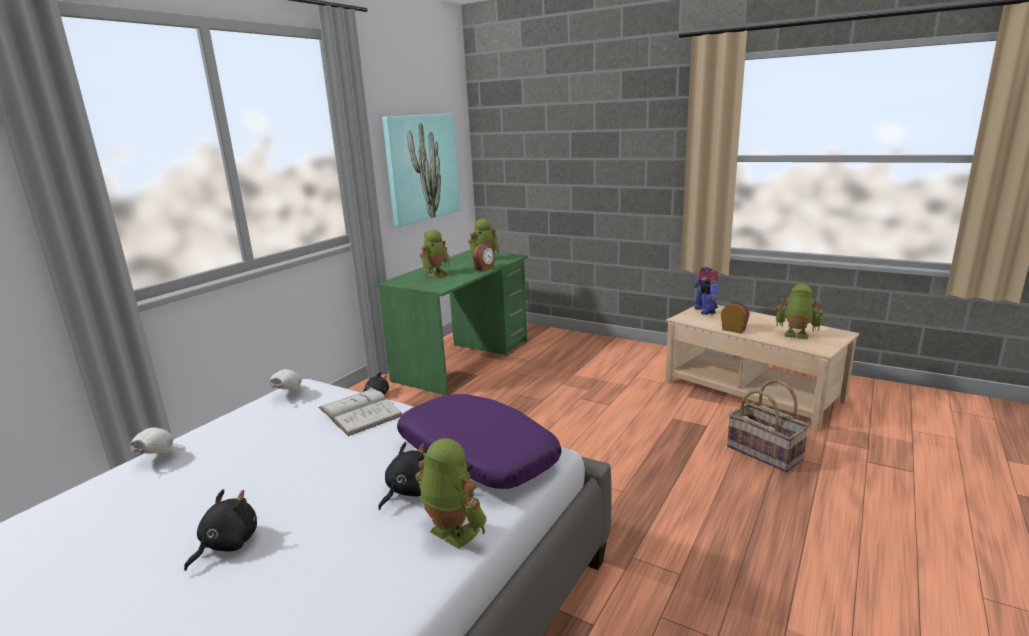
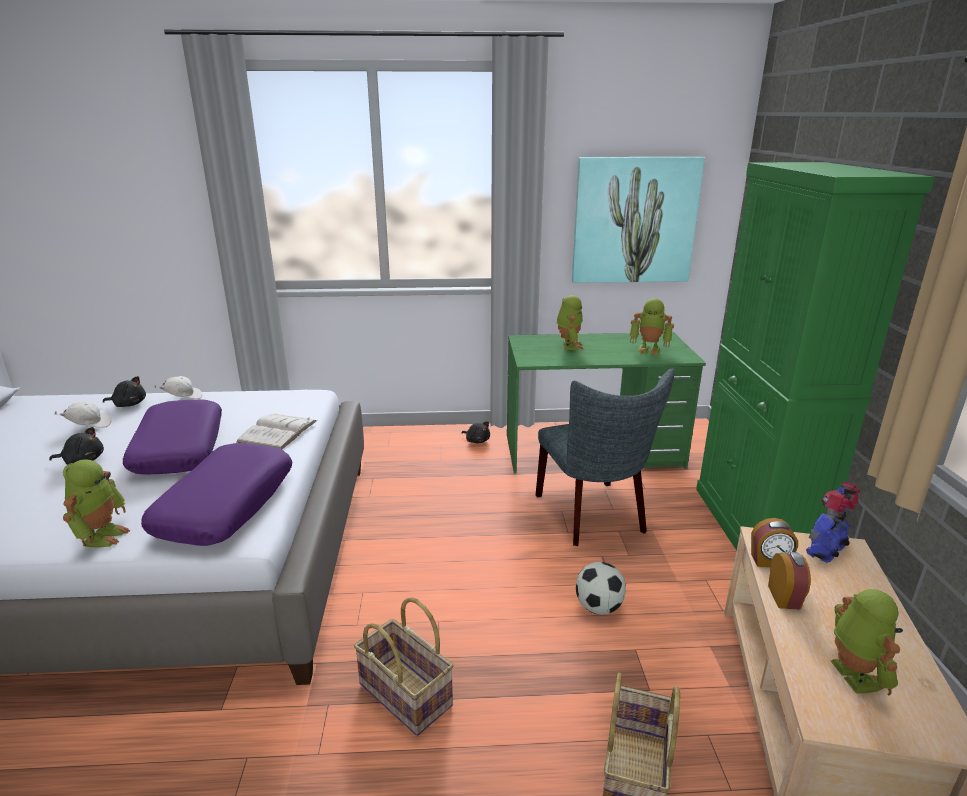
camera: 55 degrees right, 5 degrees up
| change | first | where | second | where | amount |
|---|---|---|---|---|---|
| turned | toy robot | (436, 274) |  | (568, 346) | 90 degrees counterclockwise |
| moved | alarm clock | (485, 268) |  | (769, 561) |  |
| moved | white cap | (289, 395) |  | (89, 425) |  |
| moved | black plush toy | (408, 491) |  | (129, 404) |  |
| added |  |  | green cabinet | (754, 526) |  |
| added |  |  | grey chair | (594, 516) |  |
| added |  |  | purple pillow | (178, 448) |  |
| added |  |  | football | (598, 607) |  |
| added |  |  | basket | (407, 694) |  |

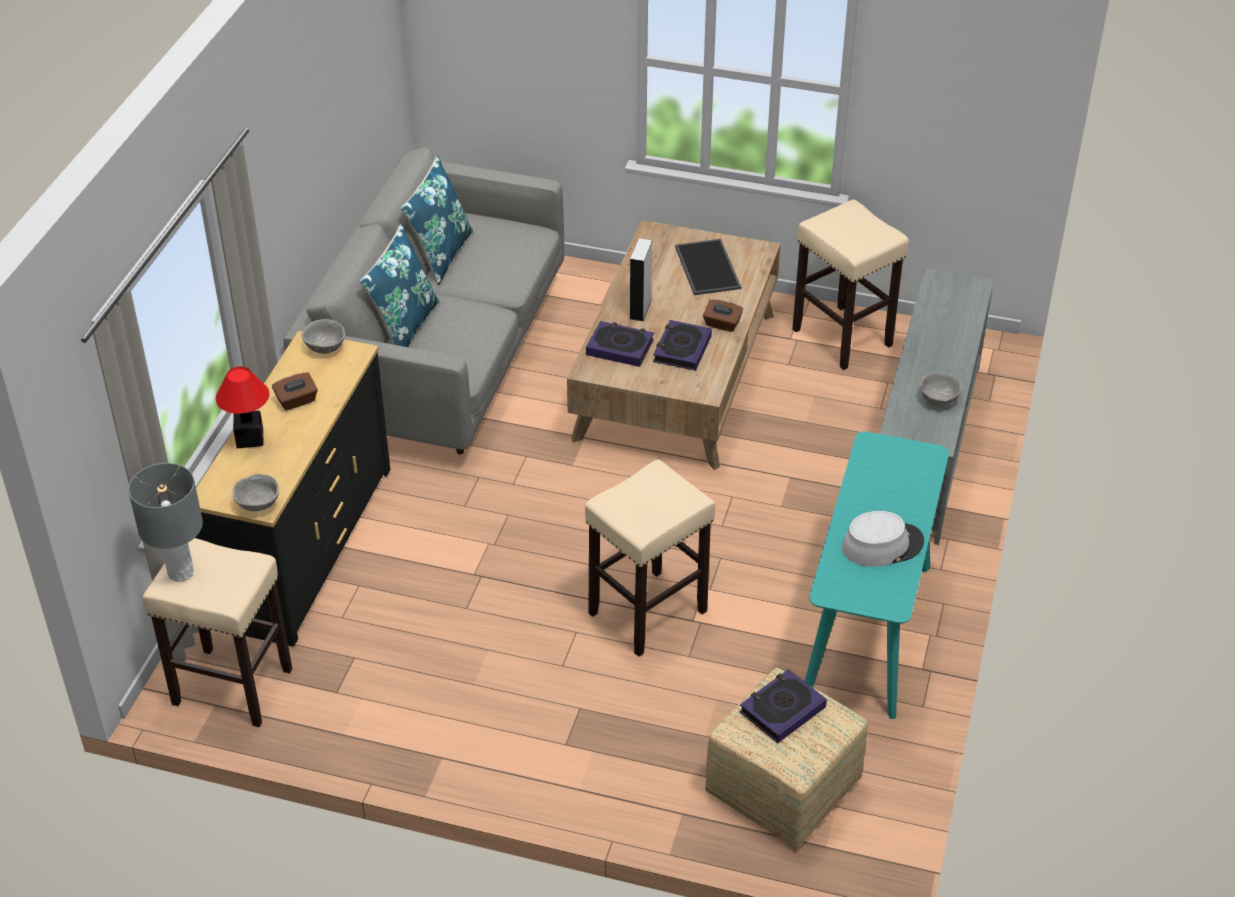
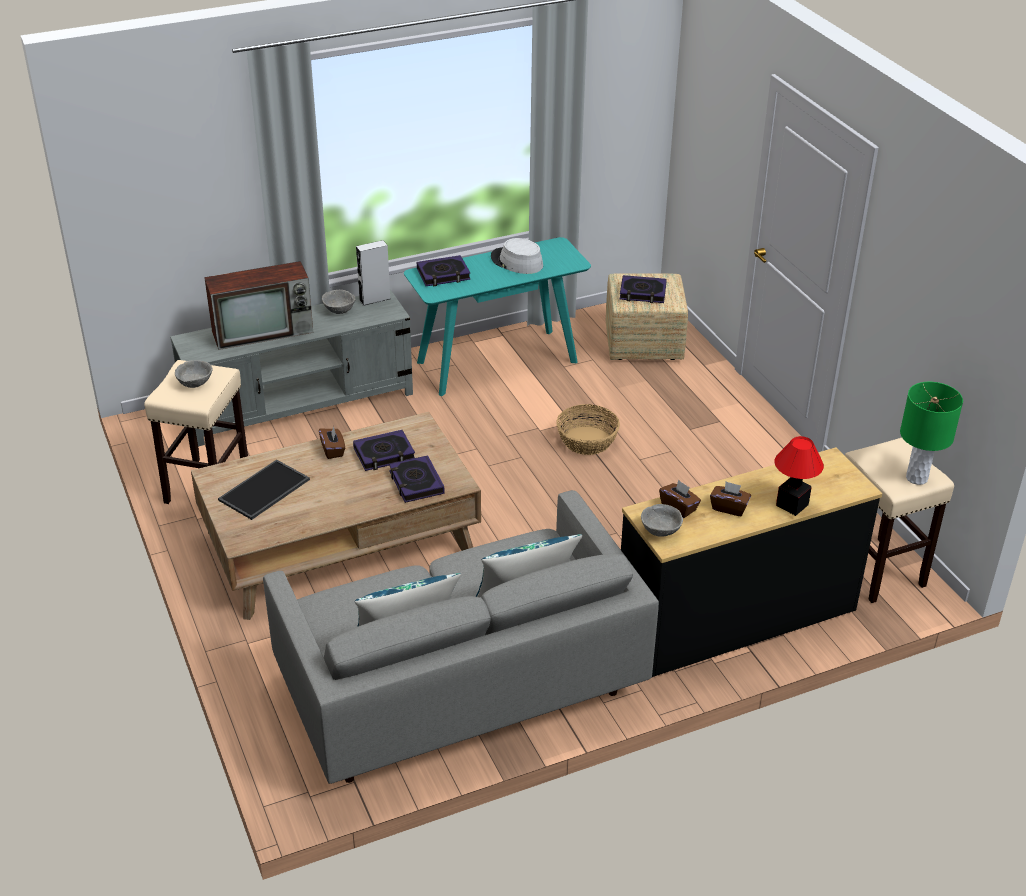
camera: 130 degrees left, 5 degrees down
| change | first | where | second | where | amount |
|---|---|---|---|---|---|
| moved | grey speaker | (640, 309) |  | (374, 299) |  |
| replaced | beige stool | (648, 611) | basket | (586, 441) |  |
| recoloured | grey table lamp | (180, 572) | green table lamp | (917, 478) |  |
| moved | grey bowl | (257, 505) |  | (195, 383) |  |
| added |  |  | book | (443, 275) |  |
| added |  |  | television | (264, 331) |  |
| added |  |  | brown tissue box | (679, 507) |  |

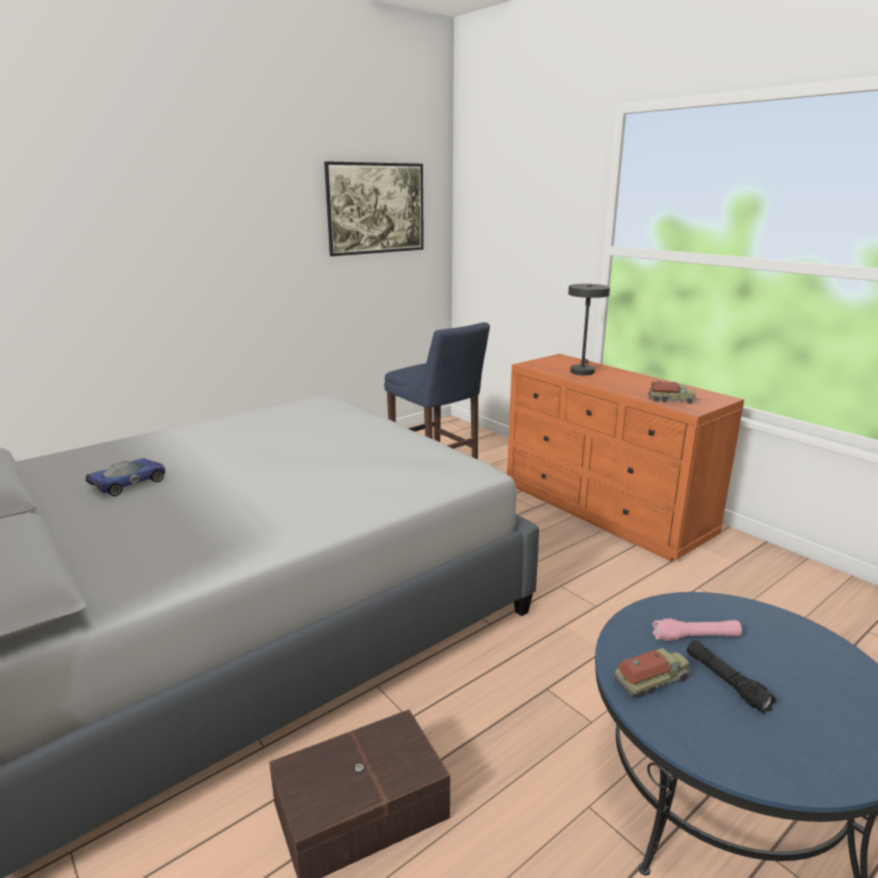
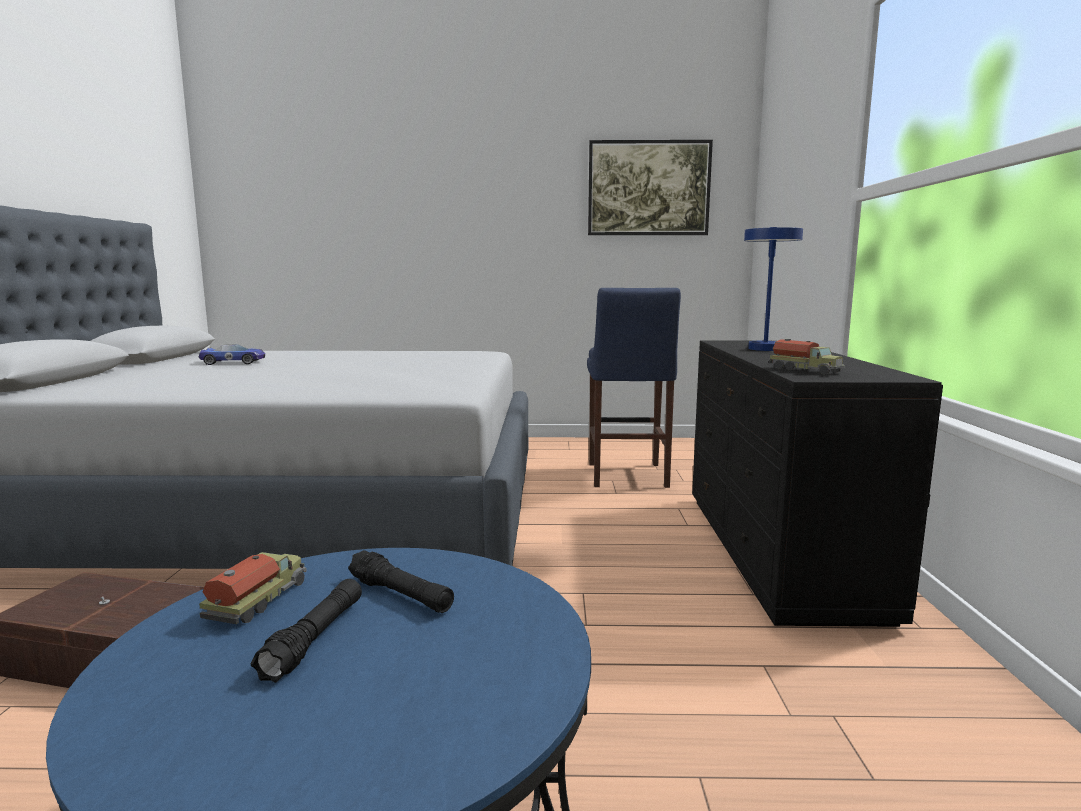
camera: 40 degrees right, 10 degrees down
| change | first | where | second | where | amount |
|---|---|---|---|---|---|
| recoloured | grey table lamp | (582, 370) | blue table lamp | (769, 348) |  |
| recoloured | orange dresser | (605, 510) | black dresser | (777, 552) |  |
| recoloured | pink flashlight | (695, 637) | black flashlight | (401, 595) |  |
| turned | toy truck | (652, 681) |  | (259, 601) | 90 degrees counterclockwise |

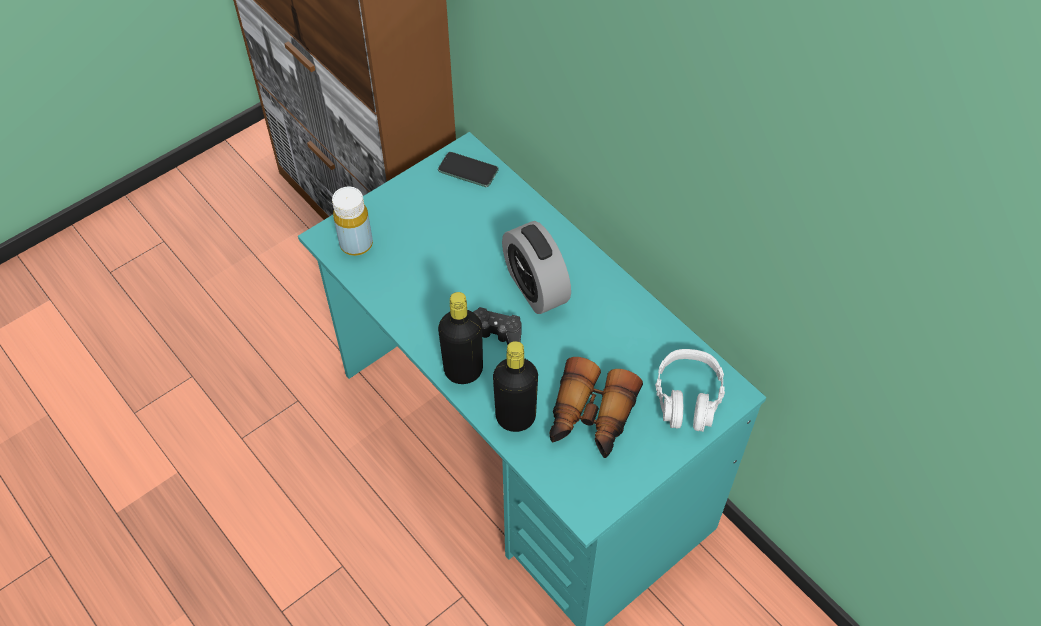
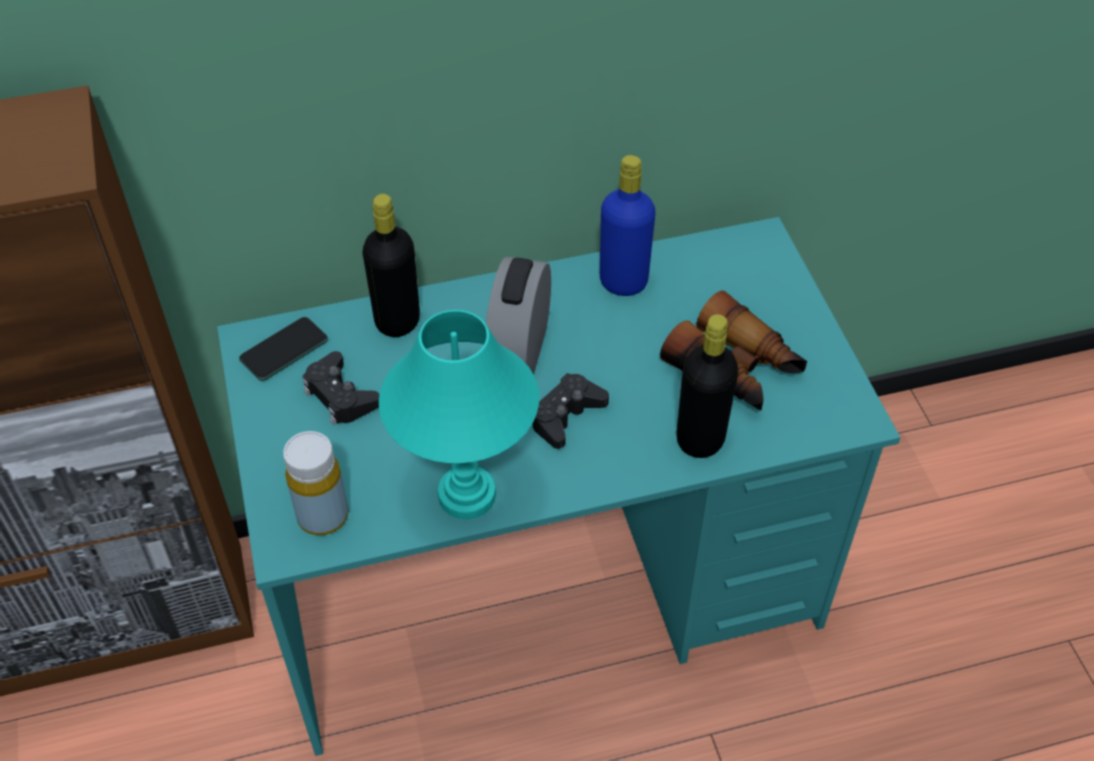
camera: 65 degrees left, 5 degrees down
| change | first | where | second | where | amount |
|---|---|---|---|---|---|
| turned | alarm clock | (535, 287) |  | (519, 351) | 105 degrees clockwise |
| moved | black bottle | (463, 371) |  | (397, 321) |  |
| removed | grey headphones | (687, 398) |  |  |  |
| added |  |  | blue bottle | (623, 282) |  |
| added |  |  | turquoise table lamp | (465, 495) |  |
| added |  |  | black game controller | (340, 396) |  |

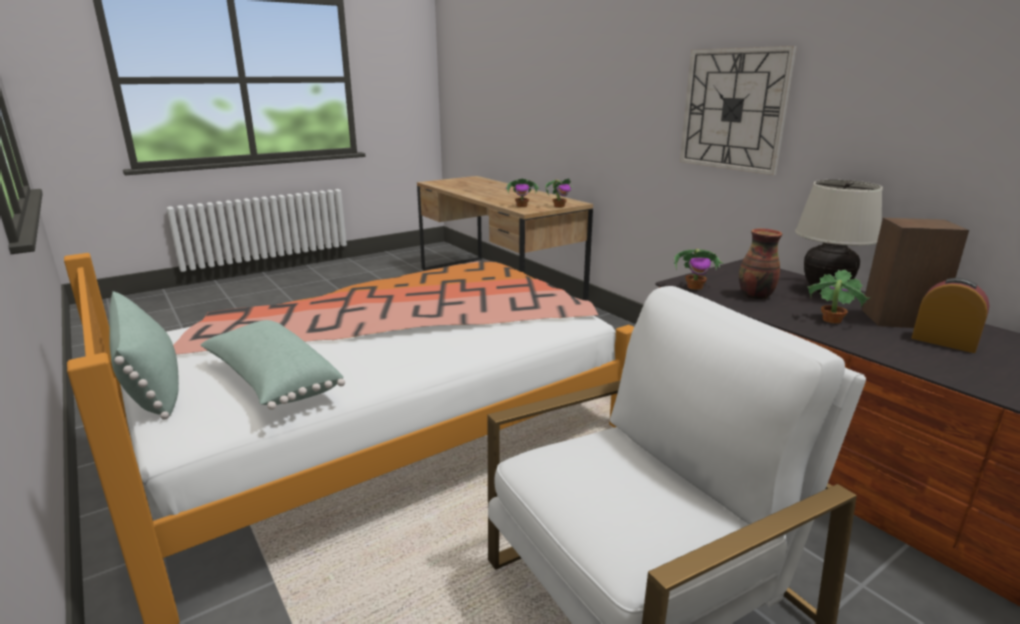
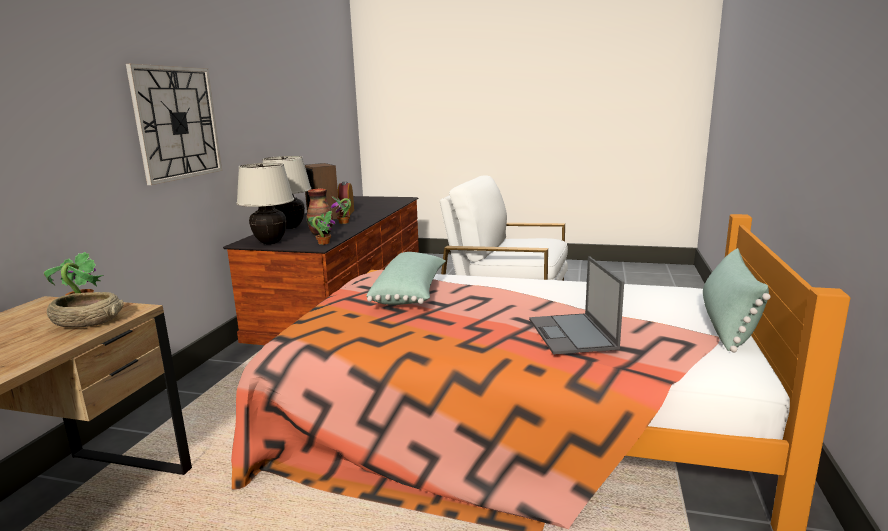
camera: 130 degrees left, 5 degrees down
| change | first | where | second | where | amount |
|---|---|---|---|---|---|
| replaced | potted plant | (522, 206) | beige bowl | (88, 322) |  |
| moved | green pillow | (272, 382) |  | (411, 293) |  |
| added |  |  | beige table lamp | (270, 242) |  |
| added |  |  | laptop | (572, 334) |  |

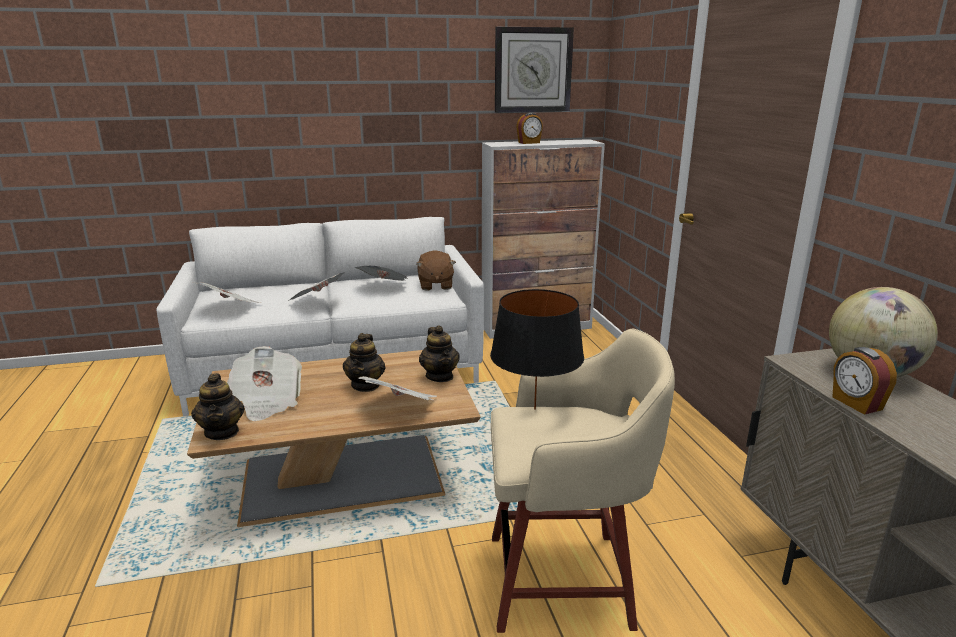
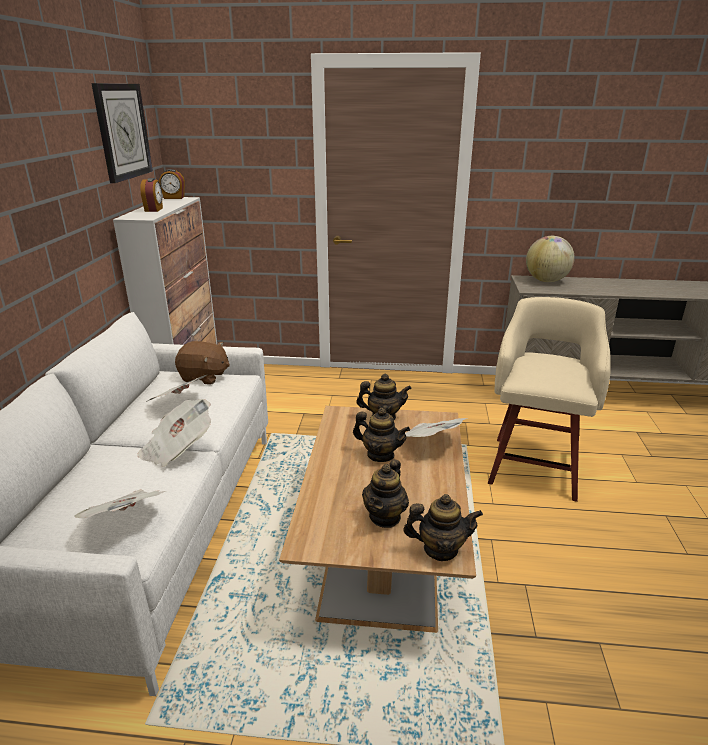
camera: 70 degrees left, 5 degrees up
| change | first | where | second | where | amount |
|---|---|---|---|---|---|
| removed | black table lamp | (535, 409) |  |  |  |
| replaced | newspaper | (267, 401) | teapot | (385, 516) |  |
| moved | alarm clock | (856, 403) |  | (174, 198) |  |

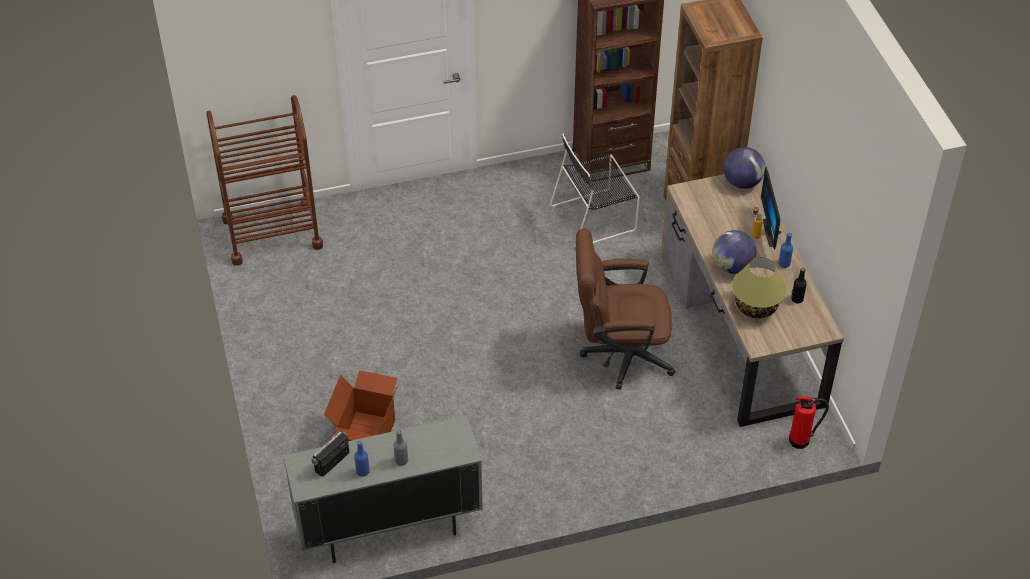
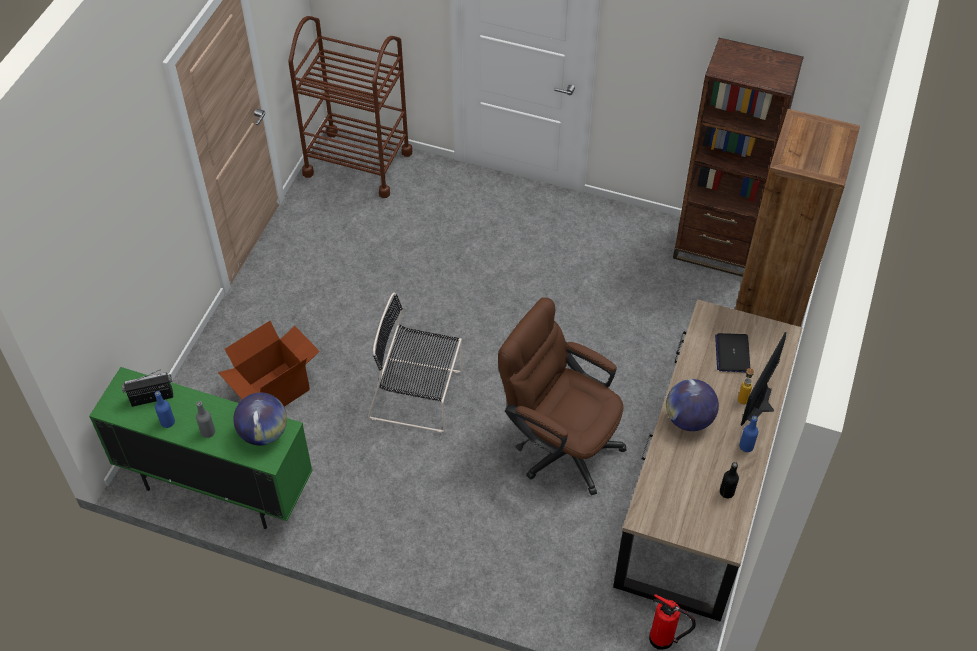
camera: 35 degrees right, 5 degrees up
| change | first | where | second | where | amount |
|---|---|---|---|---|---|
| moved | black chair | (595, 217) |  | (419, 395) |  |
| moved | globe | (742, 182) |  | (264, 433) |  |
| removed | table lamp | (755, 306) |  |  |  |
| recoloured | grey cabinet | (388, 528) | green cabinet | (217, 487) |  |
| added |  |  | laptop | (732, 353) |  |

